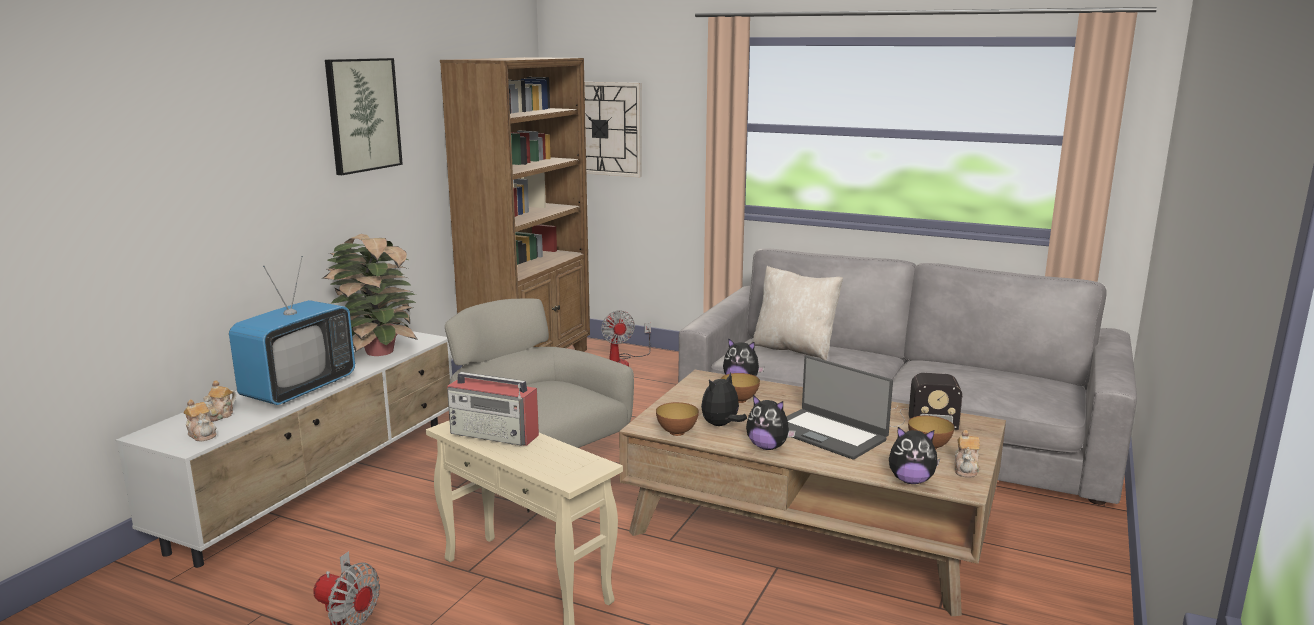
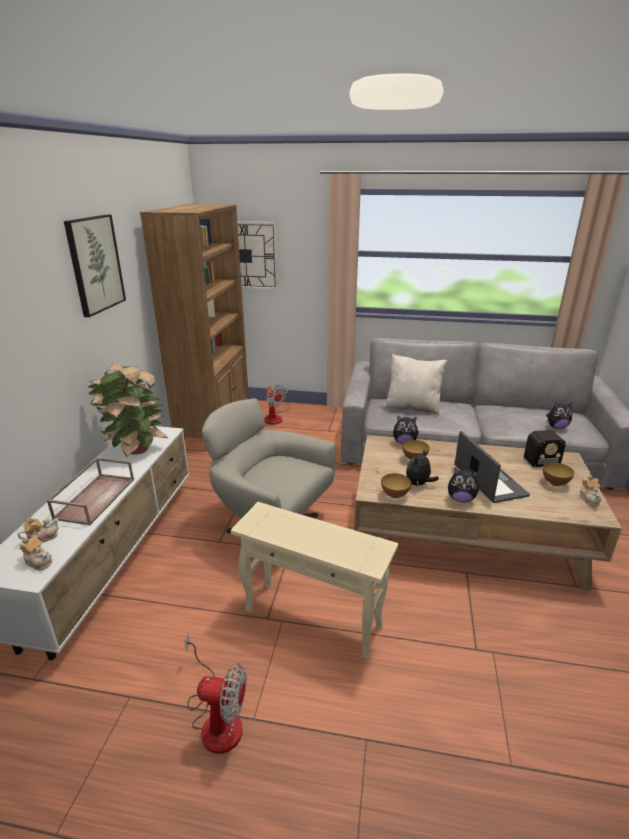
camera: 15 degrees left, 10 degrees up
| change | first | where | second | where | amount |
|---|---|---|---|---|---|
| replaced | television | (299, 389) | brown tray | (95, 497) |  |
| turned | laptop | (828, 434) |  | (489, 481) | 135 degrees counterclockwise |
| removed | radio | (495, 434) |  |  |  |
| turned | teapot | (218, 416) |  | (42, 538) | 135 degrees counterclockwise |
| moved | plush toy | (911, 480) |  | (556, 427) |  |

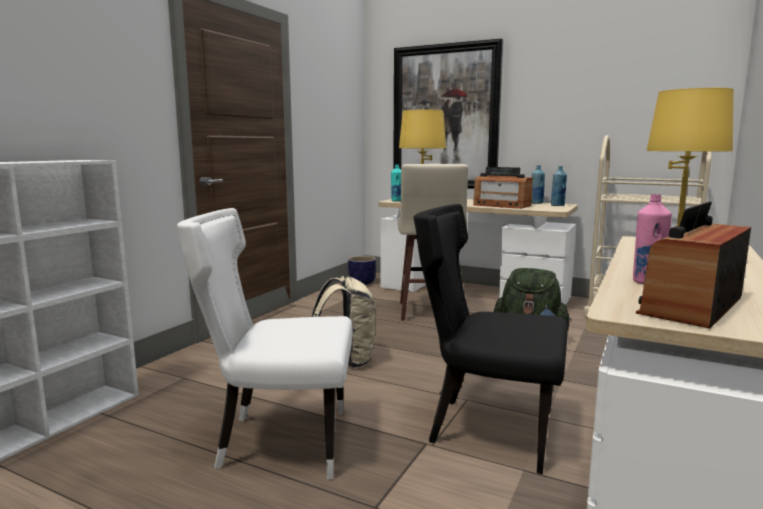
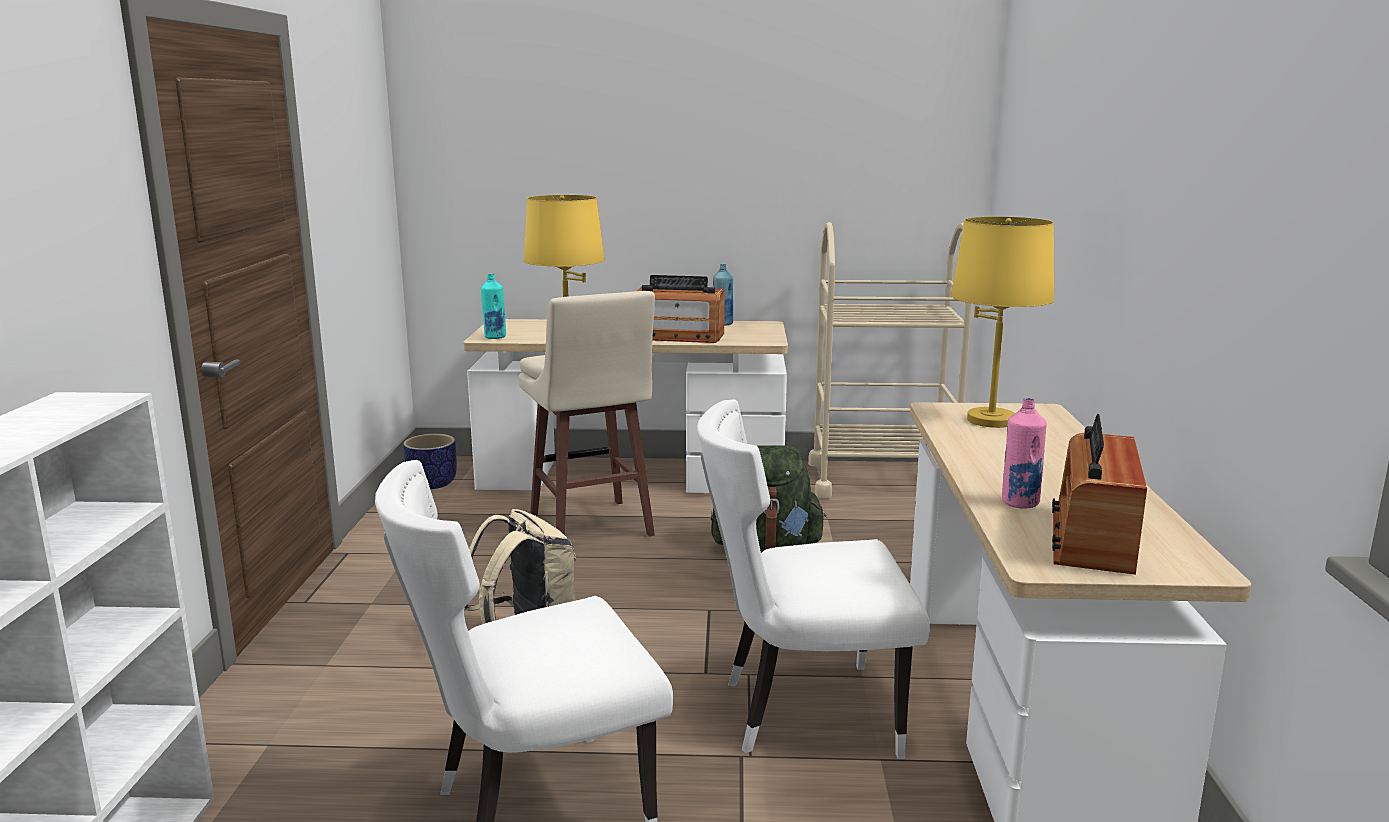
camera: 25 degrees left, 5 degrees up
| change | first | where | second | where | amount |
|---|---|---|---|---|---|
| removed | picture | (445, 117) |  |  |  |
| removed | blue bottle | (557, 206) |  |  |  |
| recoloured | black chair | (486, 429) | white chair | (802, 712) |  |

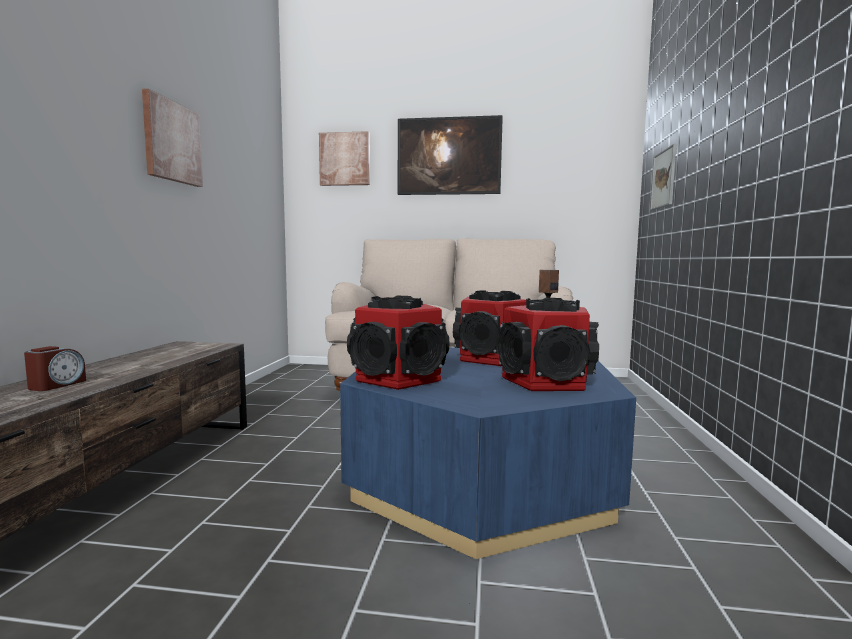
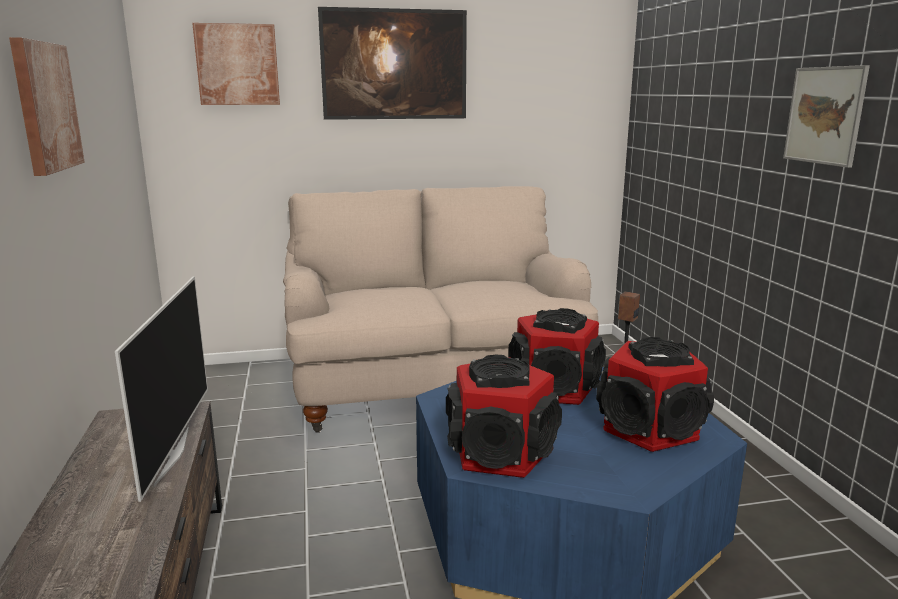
camera: 20 degrees left, 10 degrees up
| change | first | where | second | where | amount |
|---|---|---|---|---|---|
| moved | picture | (663, 179) |  | (824, 115) |  |
| removed | alarm clock | (57, 385) |  |  |  |
| added |  |  | television | (170, 454) |  |

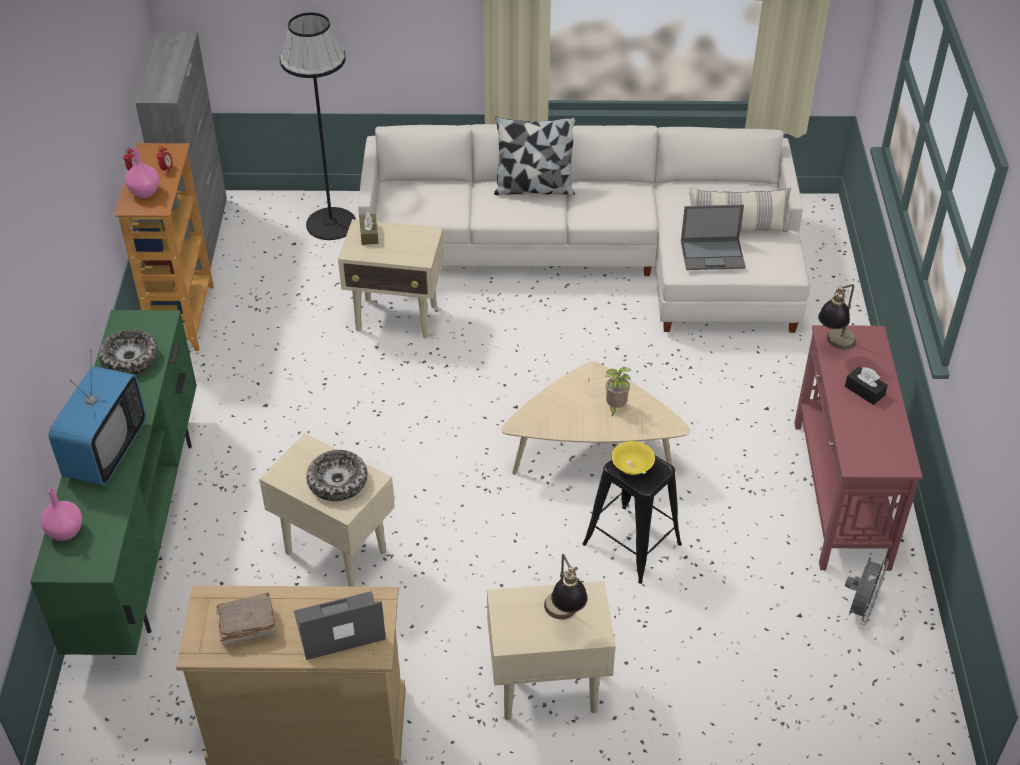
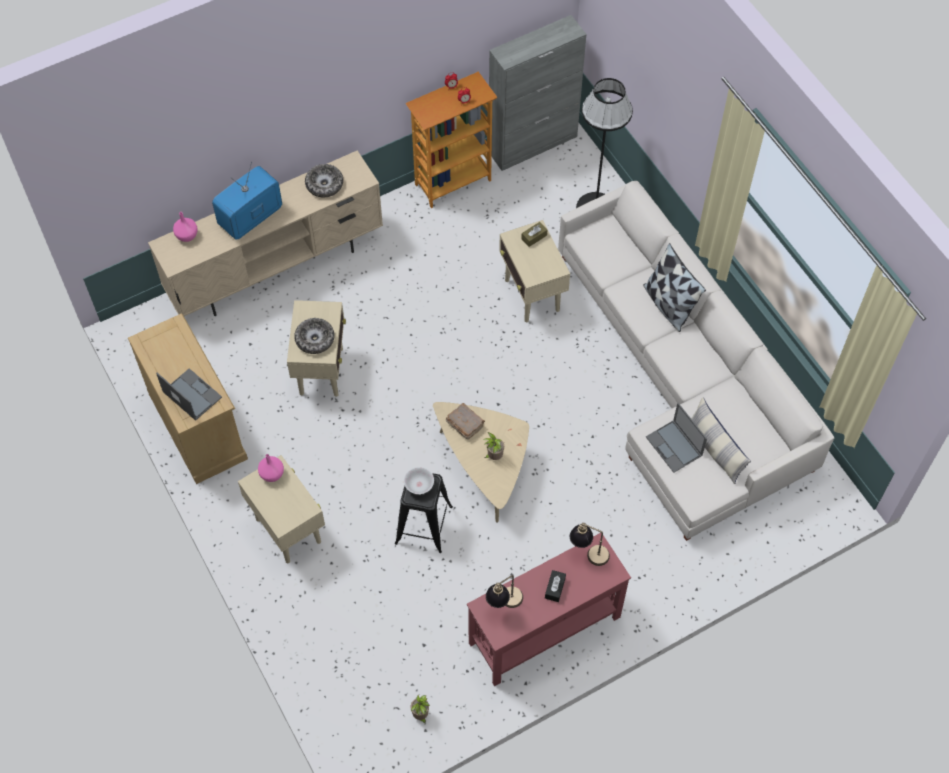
camera: 60 degrees right, 15 degrees up
| change | first | where | second | where | amount |
|---|---|---|---|---|---|
| moved | pink vase | (144, 193) |  | (271, 474) |  |
| recoloured | green tv stand | (141, 532) | beige tv stand | (277, 268) |  |
| turned | television | (106, 451) |  | (251, 217) | 150 degrees clockwise |
| recoloured | yellow bowl | (632, 467) | white bowl | (419, 485) |  |
| moved | table lamp | (564, 617) |  | (504, 603) |  |
| removed | grey fan | (860, 609) |  |  |  |
| moved | brown book | (246, 626) |  | (465, 424) |  |
| added |  |  | potted plant | (420, 715) |  |

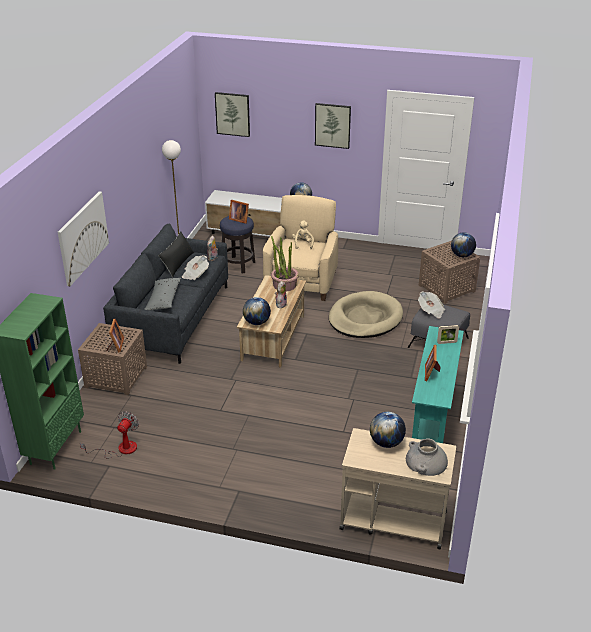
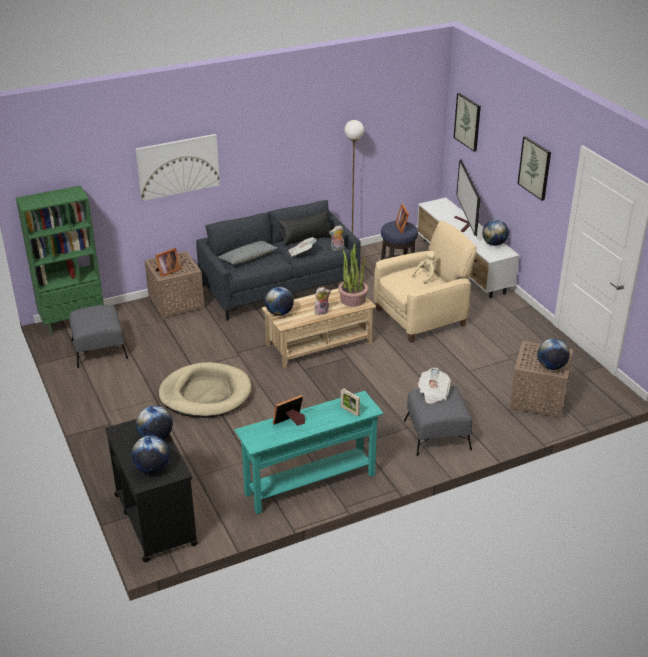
camera: 50 degrees right, 0 degrees up
| change | first | where | second | where | amount |
|---|---|---|---|---|---|
| moved | beige dog bed | (365, 318) |  | (205, 394) |  |
| replaced | fan | (120, 449) | grey ottoman | (99, 349) |  |
| recoloured | beige cart | (392, 520) | black cart | (155, 519) |  |
| replaced | grey vase | (426, 461) | globe | (152, 468) |  |
| added |  |  | television | (465, 224) |  |

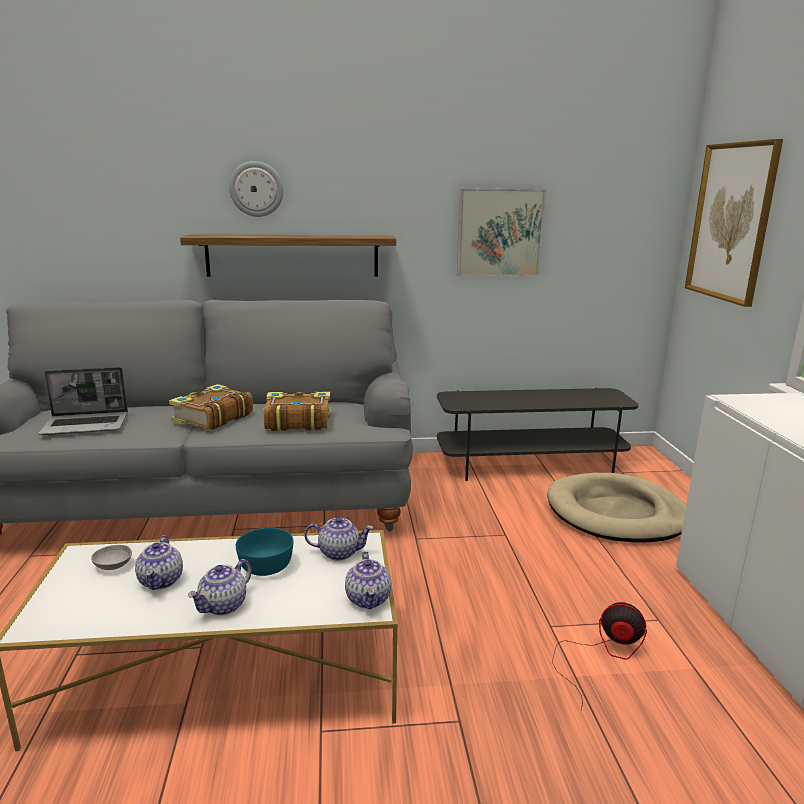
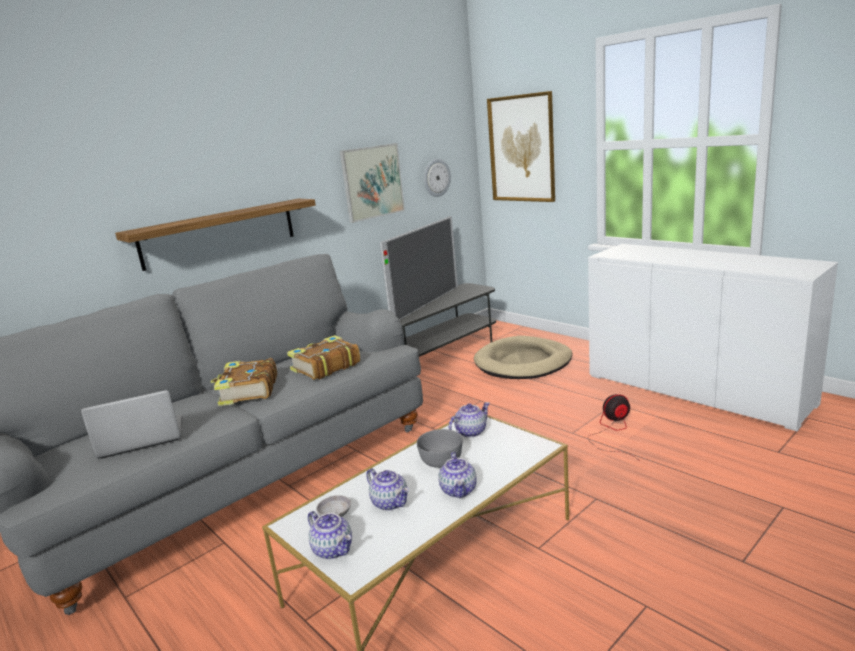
camera: 35 degrees left, 0 degrees up
| change | first | where | second | where | amount |
|---|---|---|---|---|---|
| moved | wall clock | (256, 189) |  | (436, 177) |  |
| turned | laptop | (87, 425) |  | (140, 439) | 150 degrees counterclockwise |
| recoloured | turquoise bowl | (267, 565) | grey bowl | (441, 459) |  |
| moved | teapot | (369, 599) |  | (333, 549) |  |
| added |  |  | television | (427, 303) |  |

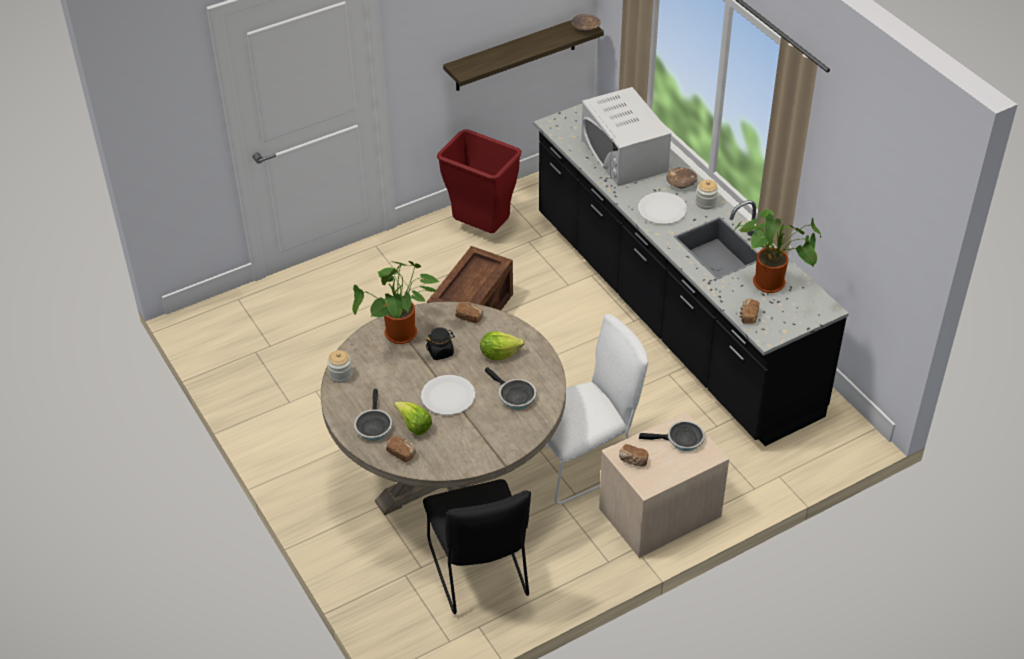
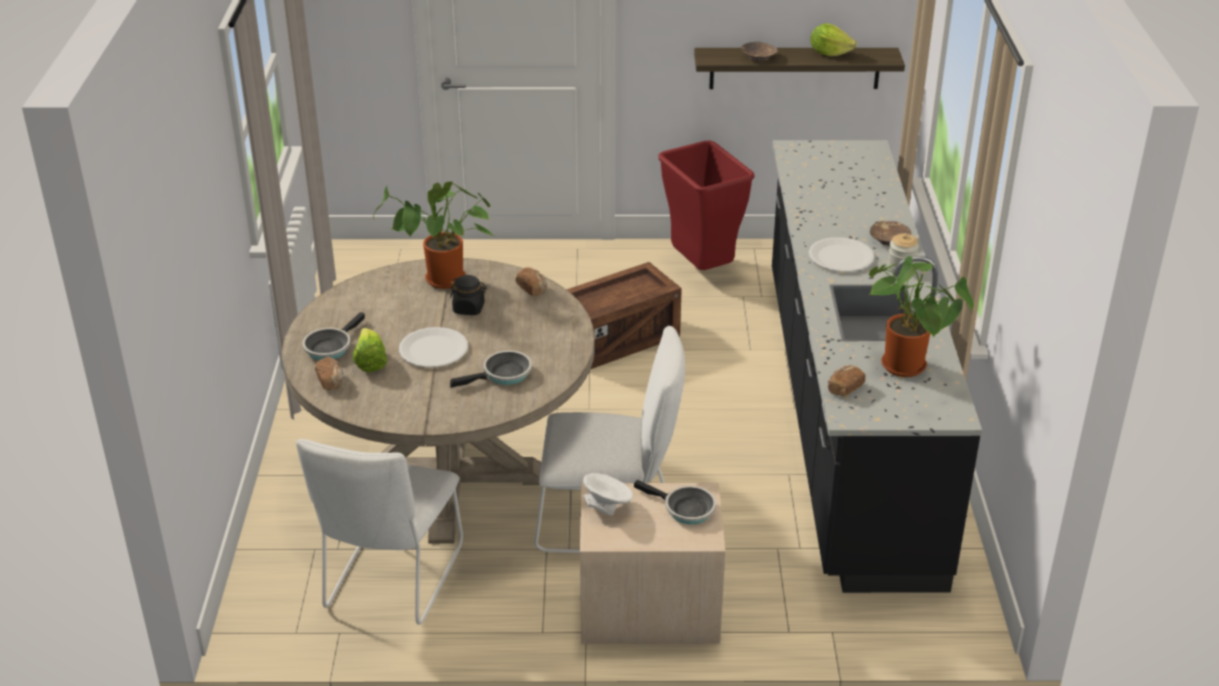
camera: 30 degrees right, 10 degrees down
| change | first | where | second | where | amount |
|---|---|---|---|---|---|
| moved | brown bowl | (585, 28) |  | (758, 57) |  |
| removed | white microwave | (624, 155) |  |  |  |
| moved | lettuce | (499, 354) |  | (829, 53) |  |
| removed | jar | (340, 375) |  |  |  |
| turned | frying pan | (514, 396) |  | (503, 375) | 105 degrees counterclockwise |
| replaced | bread | (633, 461) | white bowl | (607, 507) |  |
| recoloured | black chair | (479, 573) | white chair | (391, 581) |  |

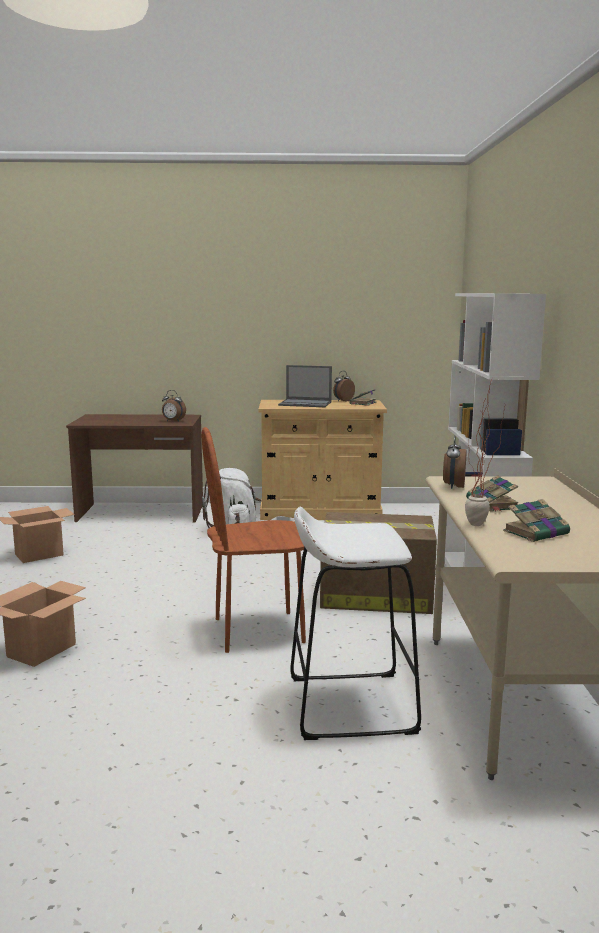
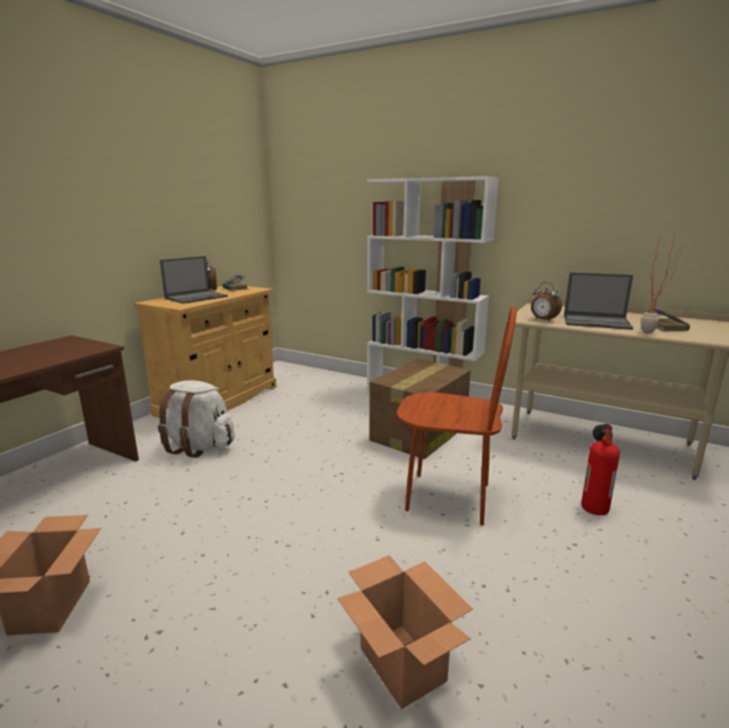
camera: 60 degrees left, 5 degrees up
| change | first | where | second | where | amount |
|---|---|---|---|---|---|
| removed | alarm clock | (173, 421) |  |  |  |
| turned | brown chair | (259, 631) |  | (448, 497) | 90 degrees counterclockwise |
| replaced | book | (492, 505) | laptop | (597, 322) |  |
| replaced | white stool | (350, 704) | fire extinguisher | (595, 495) |  |

